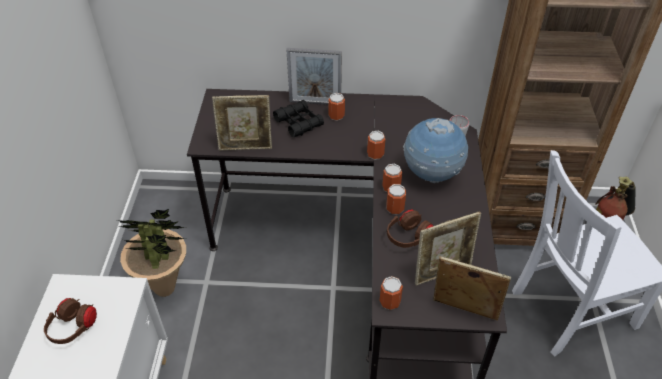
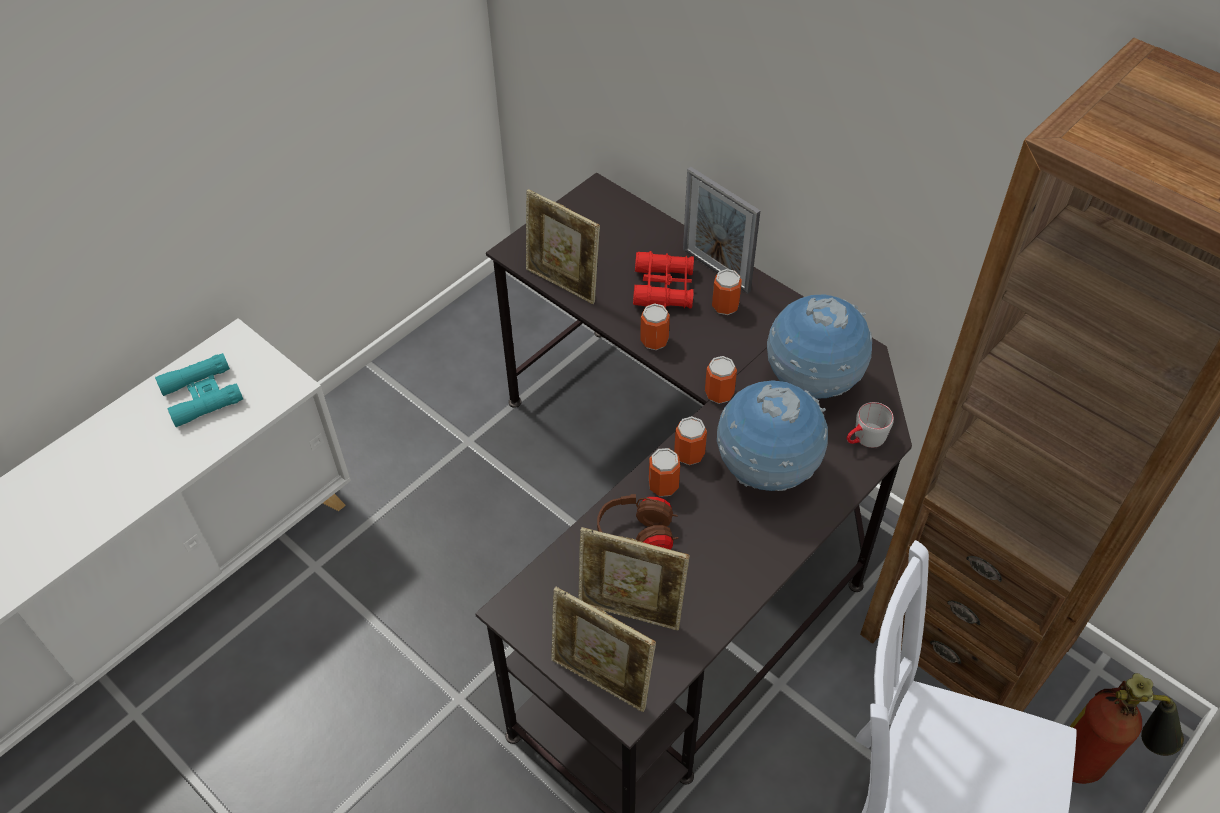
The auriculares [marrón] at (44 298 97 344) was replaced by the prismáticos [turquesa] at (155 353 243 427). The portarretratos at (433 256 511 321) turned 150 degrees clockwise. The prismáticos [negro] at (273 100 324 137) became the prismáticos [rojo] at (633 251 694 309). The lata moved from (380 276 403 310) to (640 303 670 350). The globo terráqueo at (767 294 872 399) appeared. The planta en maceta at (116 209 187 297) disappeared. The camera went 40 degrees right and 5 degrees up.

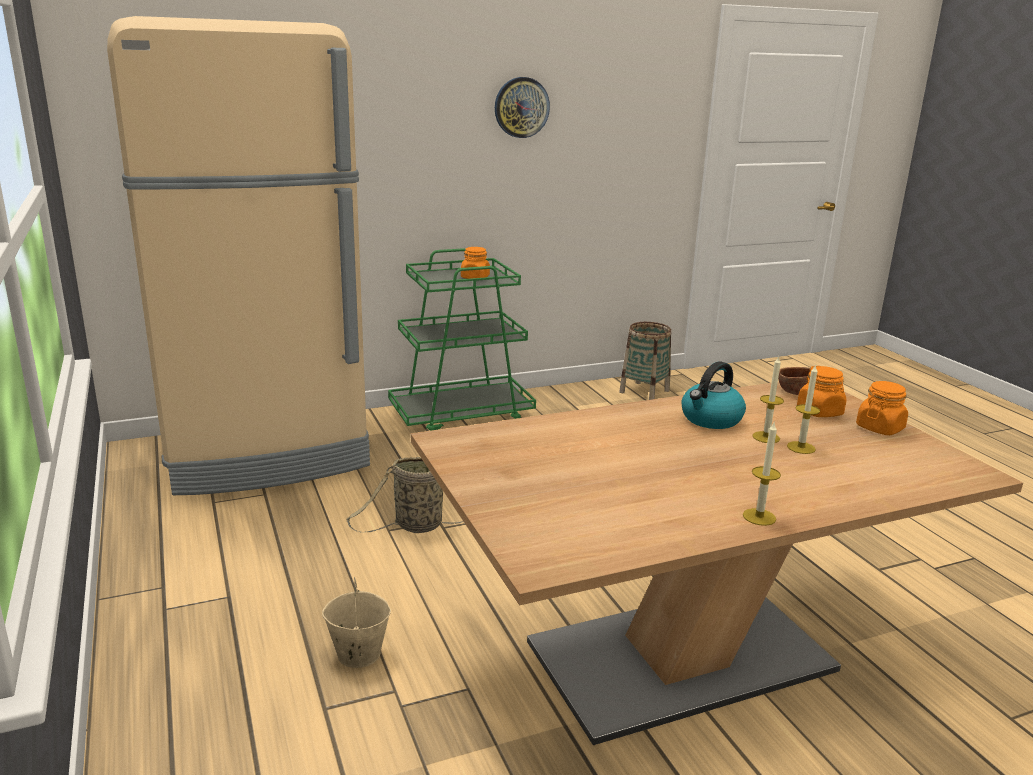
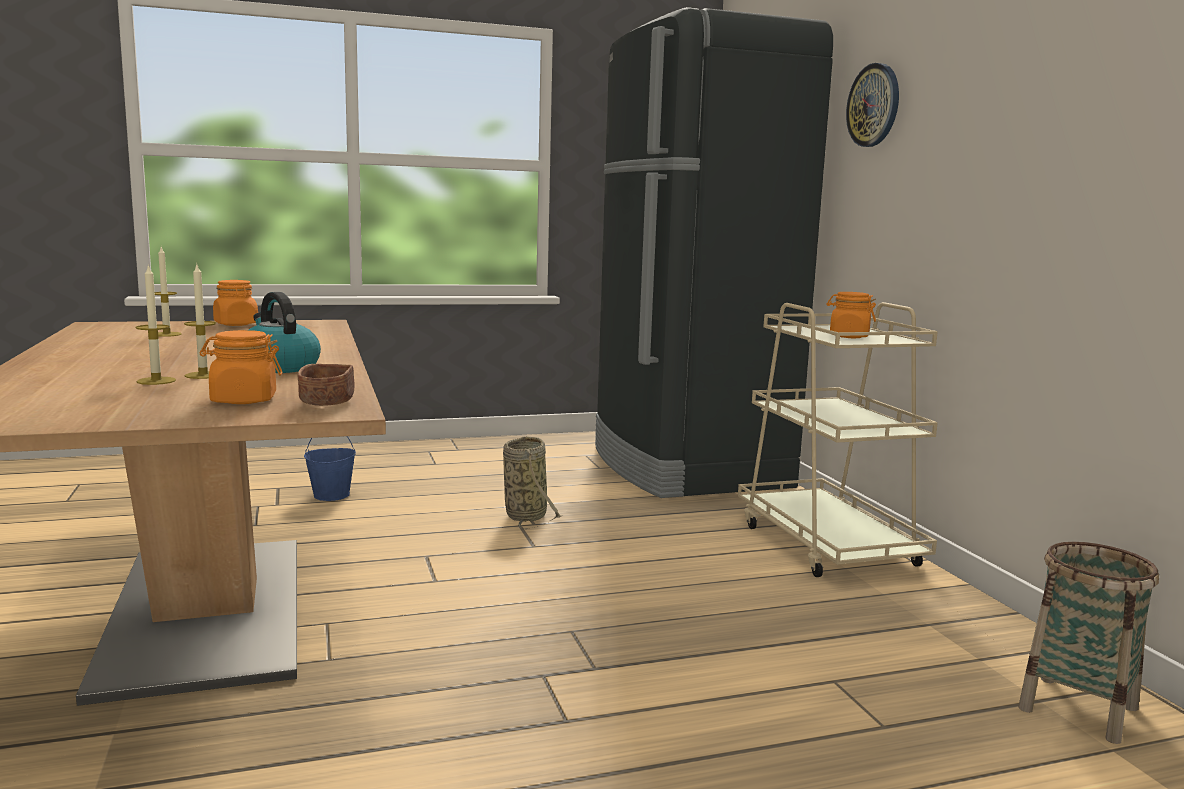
The vela moved from (743 423 781 526) to (155 247 182 337). The tarro [naranja] moved from (856 381 908 435) to (213 280 258 326). The cubo [beis] at (322 577 391 668) became the cubo [azul] at (304 437 356 501). The nevera [beis] at (107 16 370 495) became the nevera [negro] at (595 7 833 498). The carrito [verde] at (388 248 536 431) became the carrito [beis] at (738 302 938 577). The reloj de pared moved from (495 77 550 138) to (846 63 899 147). The camera went 95 degrees right and 10 degrees down.

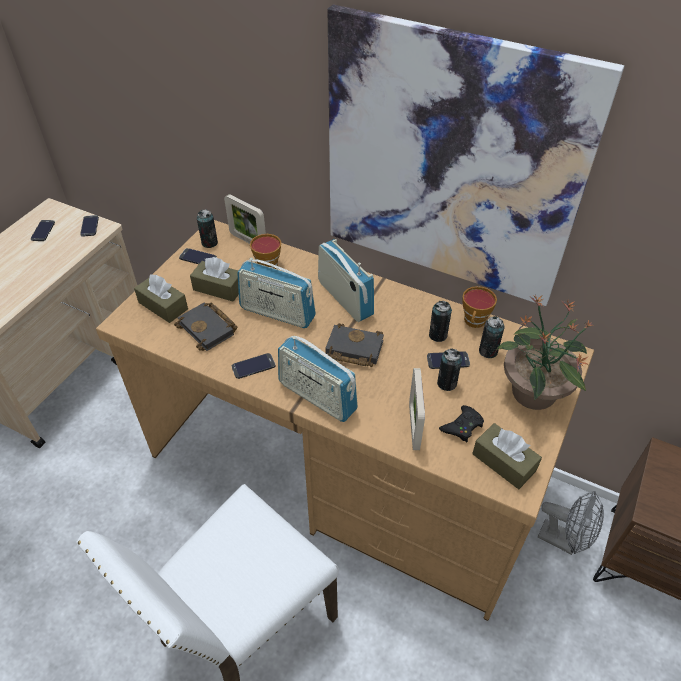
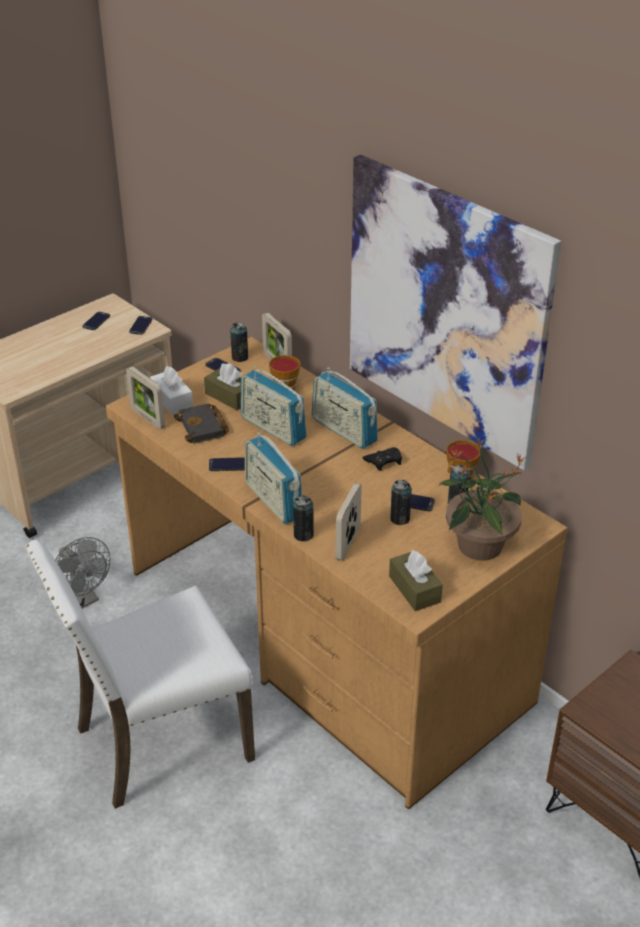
The ventilador [gris] moved from (538 491 604 555) to (55 537 110 608). The portarretratos at (126 366 165 429) appeared. The caja de pañuelos [marrón] at (134 275 188 323) became the caja de pañuelos [blanco] at (150 366 193 415). The lata moved from (429 301 452 342) to (293 495 314 542). The radio at (318 239 374 322) turned 150 degrees clockwise. The mando de consola [negro] moved from (439 405 484 442) to (363 447 402 471). The libro [negro] at (325 323 384 367) disappeared. The camera went 20 degrees right and 10 degrees down.

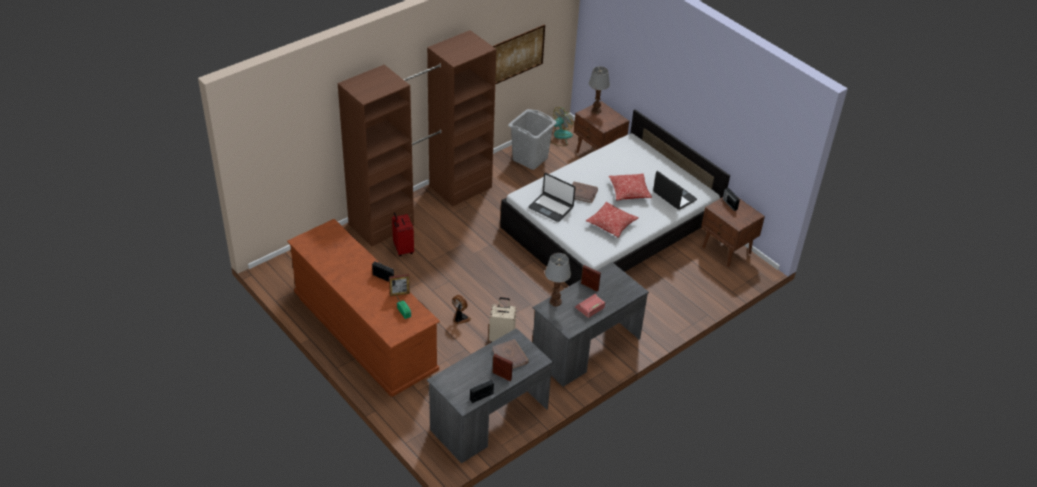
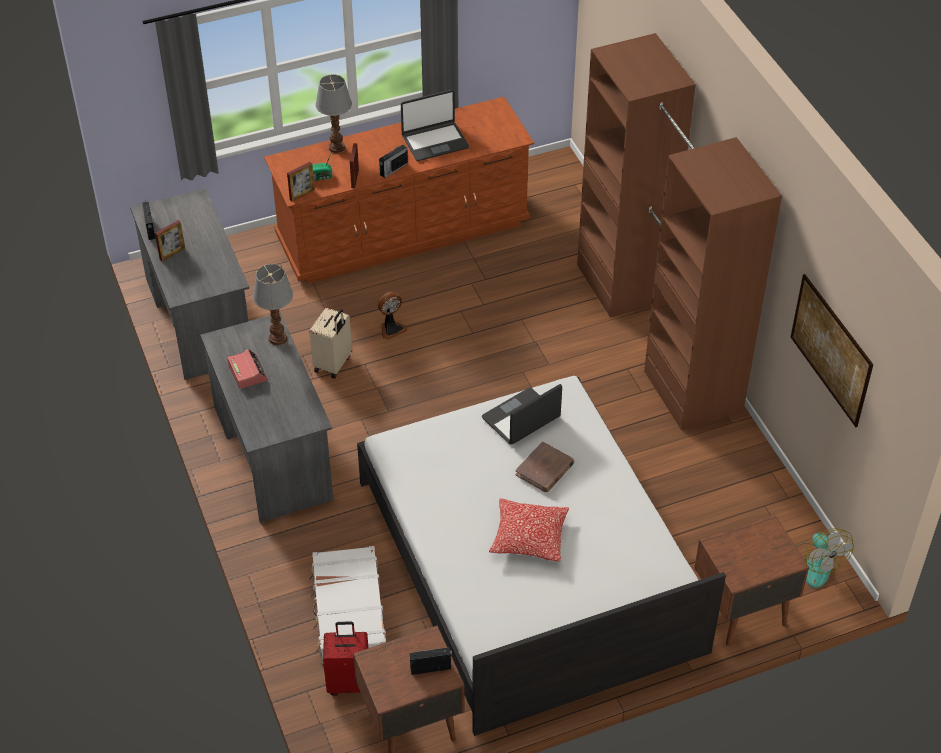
The portarretratos moved from (581 265 601 291) to (287 162 315 202). The maleta [blanco] at (309 546 386 666) appeared. The lámpara de mesa moved from (589 66 610 114) to (316 74 352 153). The maleta [rojo] moved from (392 213 414 257) to (323 621 368 696). The portátil moved from (653 171 697 210) to (401 90 469 161). The libro [marrón] at (492 339 529 369) disappeared. The cesto de la ropa [gris] at (508 109 557 170) disappeared. The cojín at (586 202 639 237) disappeared. The camera went 110 degrees right and 5 degrees up.

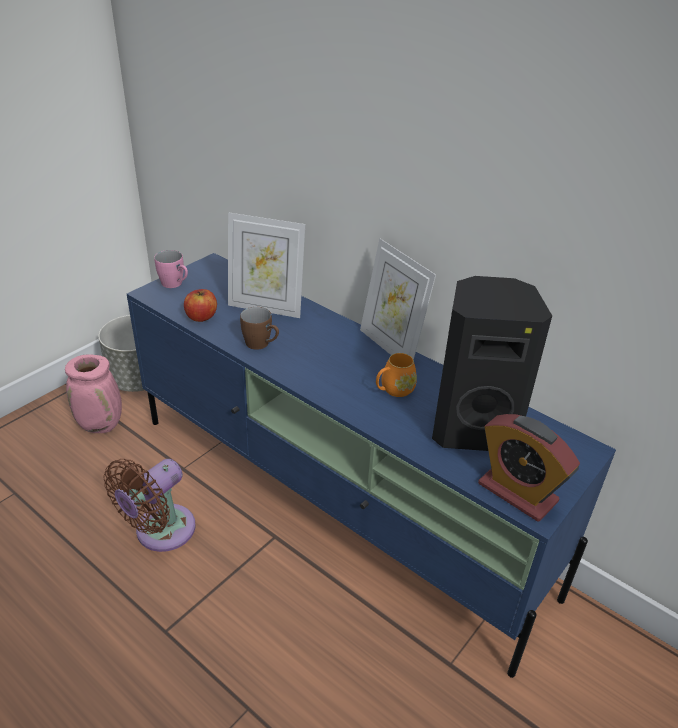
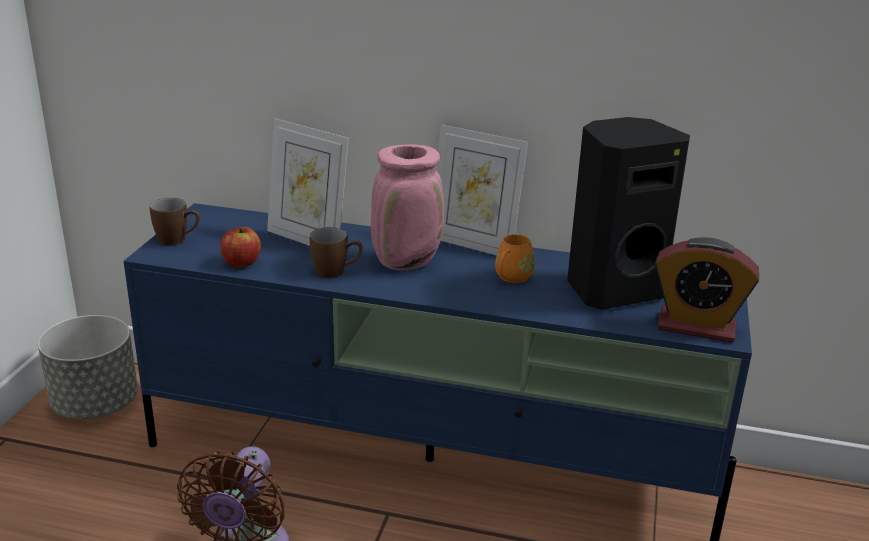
The taza grande [rosa] at (154 250 188 288) became the taza grande [marrón] at (150 198 200 245). The portarretratos at (228 212 305 318) turned 45 degrees clockwise. The florero [rosa] moved from (65 354 122 433) to (371 144 444 270). The camera went 25 degrees left and 10 degrees down.

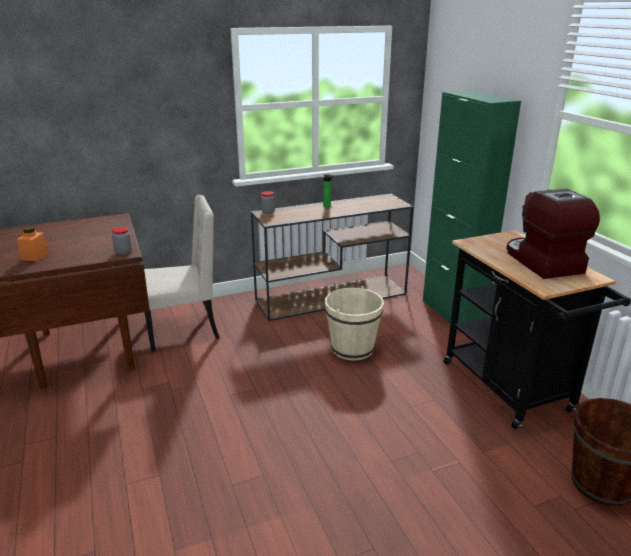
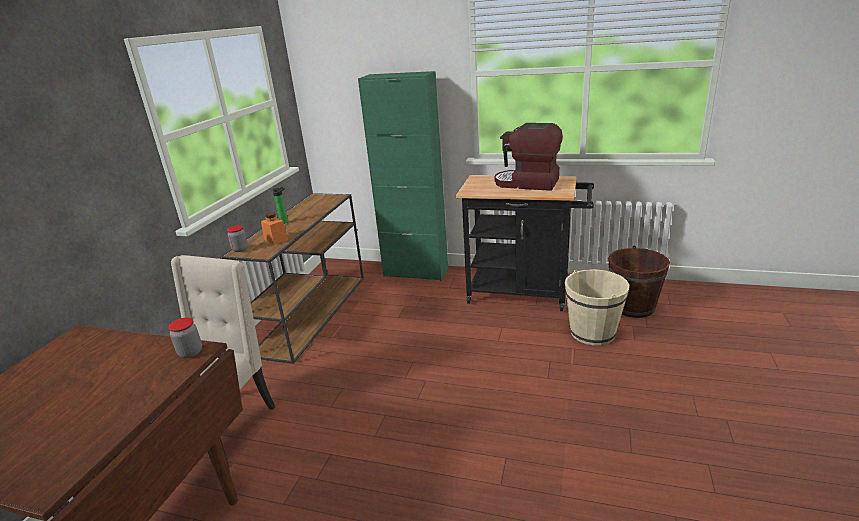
The tarro [naranja] moved from (17 226 49 261) to (261 212 288 245). The cubo [beis] moved from (325 286 384 360) to (565 269 629 345). The camera went 50 degrees left and 0 degrees up.

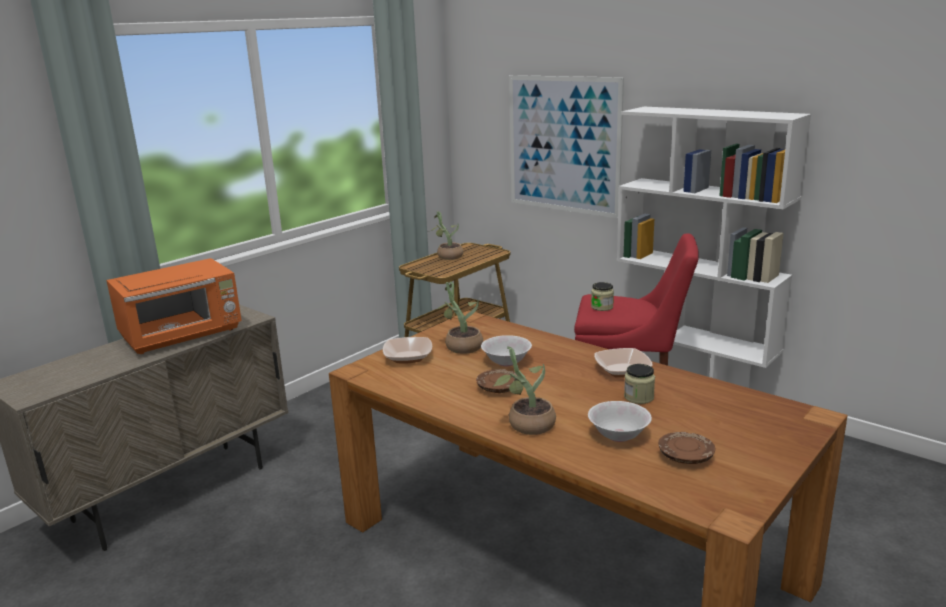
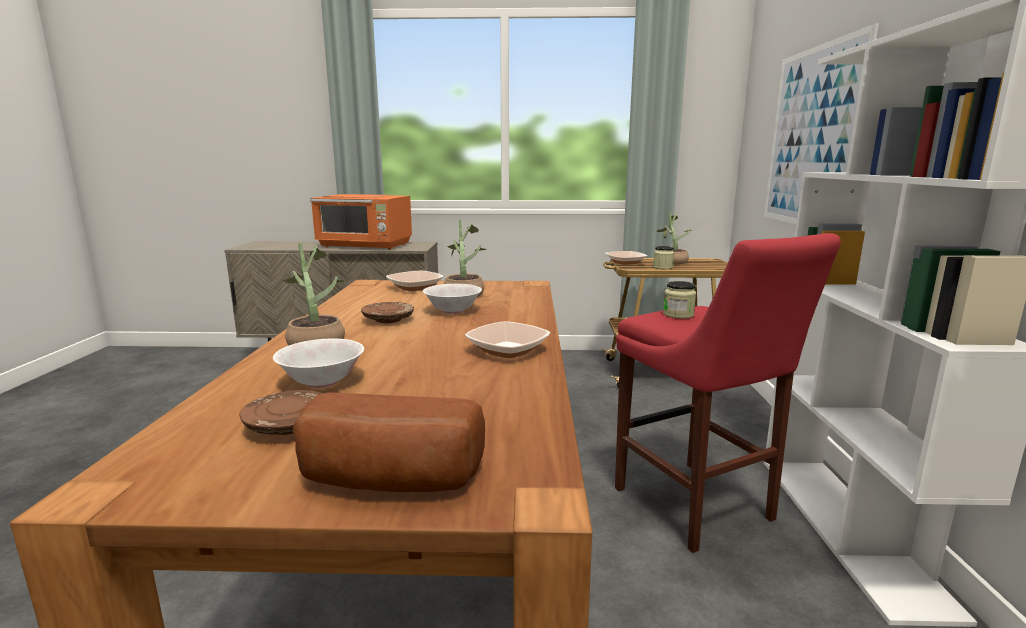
The pan at (293 392 485 492) appeared. The cuenco at (606 251 647 265) appeared. The tarro moved from (624 364 655 404) to (653 246 674 269). The camera went 50 degrees right and 5 degrees down.

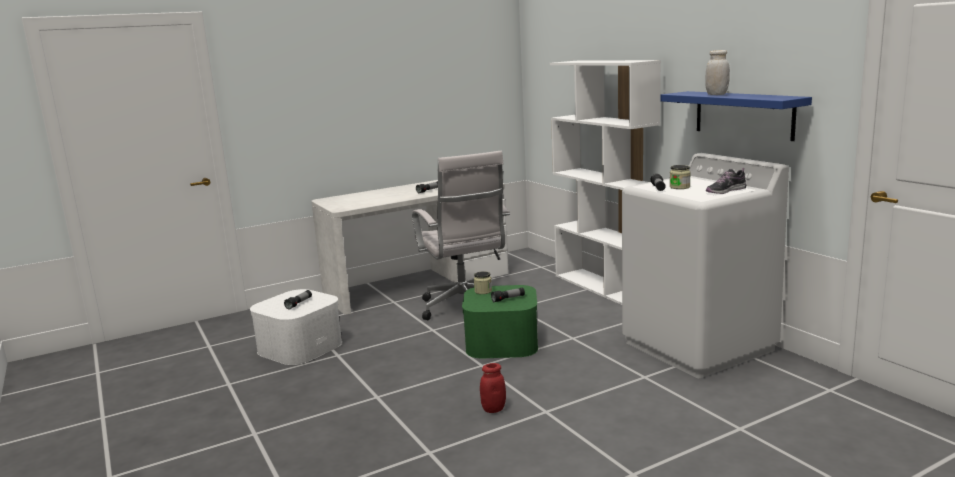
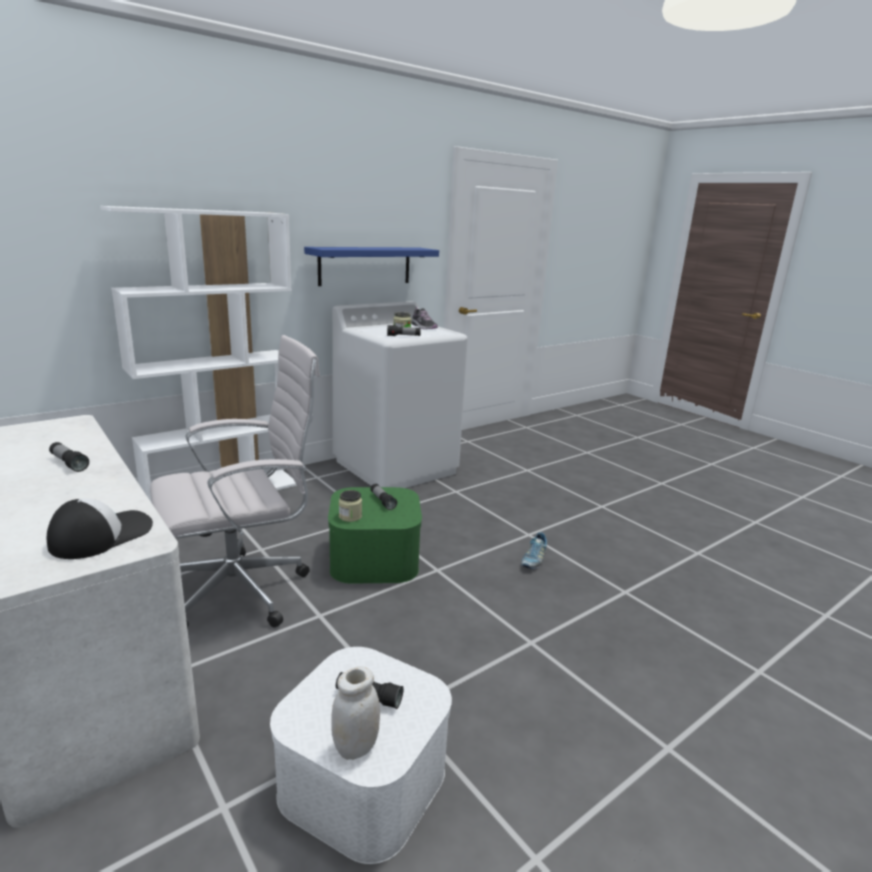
The gorra at (47 498 153 559) appeared. The tarro [blanco] moved from (706 50 730 95) to (331 666 380 760). The tarro [rojo] at (480 363 506 413) was replaced by the zapato at (521 532 547 569). The camera went 100 degrees left and 5 degrees up.

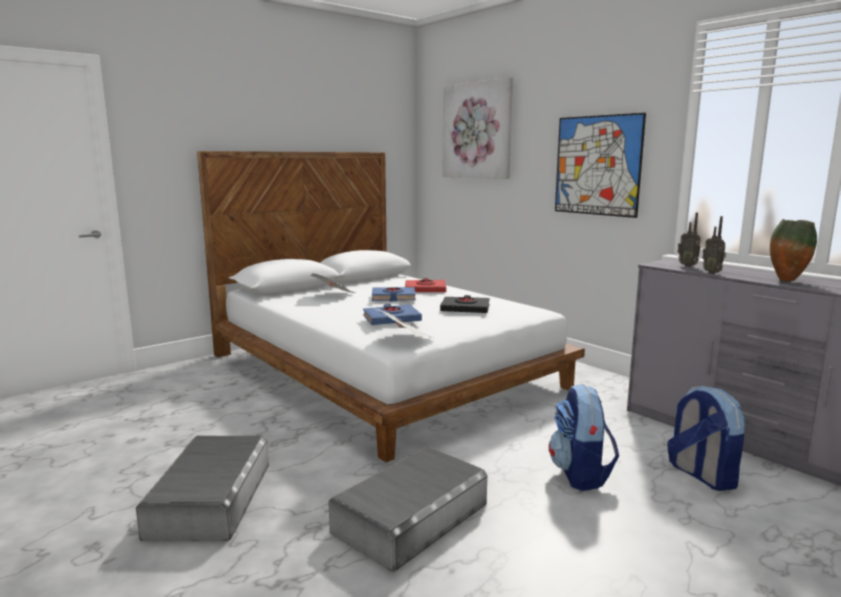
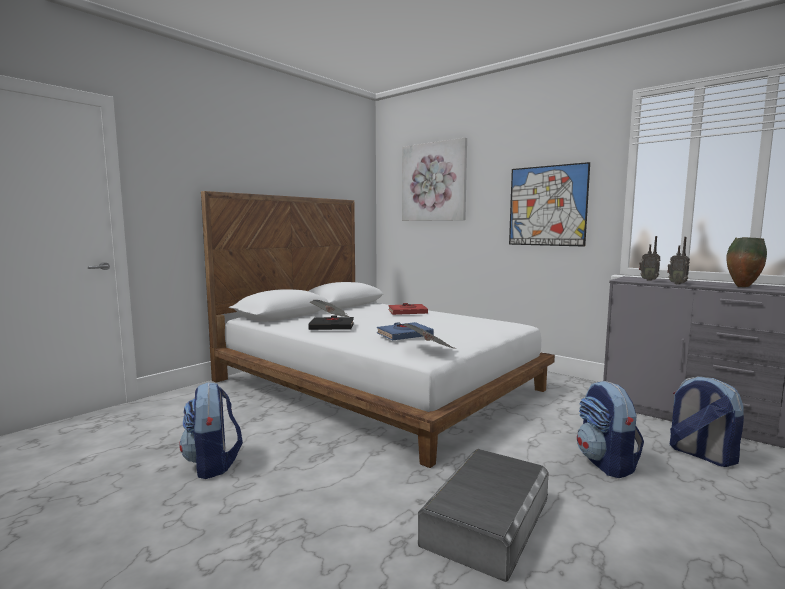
The mochila at (179 382 243 479) appeared. The libro [negro] moved from (440 295 490 313) to (308 315 354 330). The caja de almacenaje [gris] at (136 436 269 541) disappeared. The libro [azul] at (372 287 416 302) disappeared. The camera went 10 degrees left and 5 degrees down.

